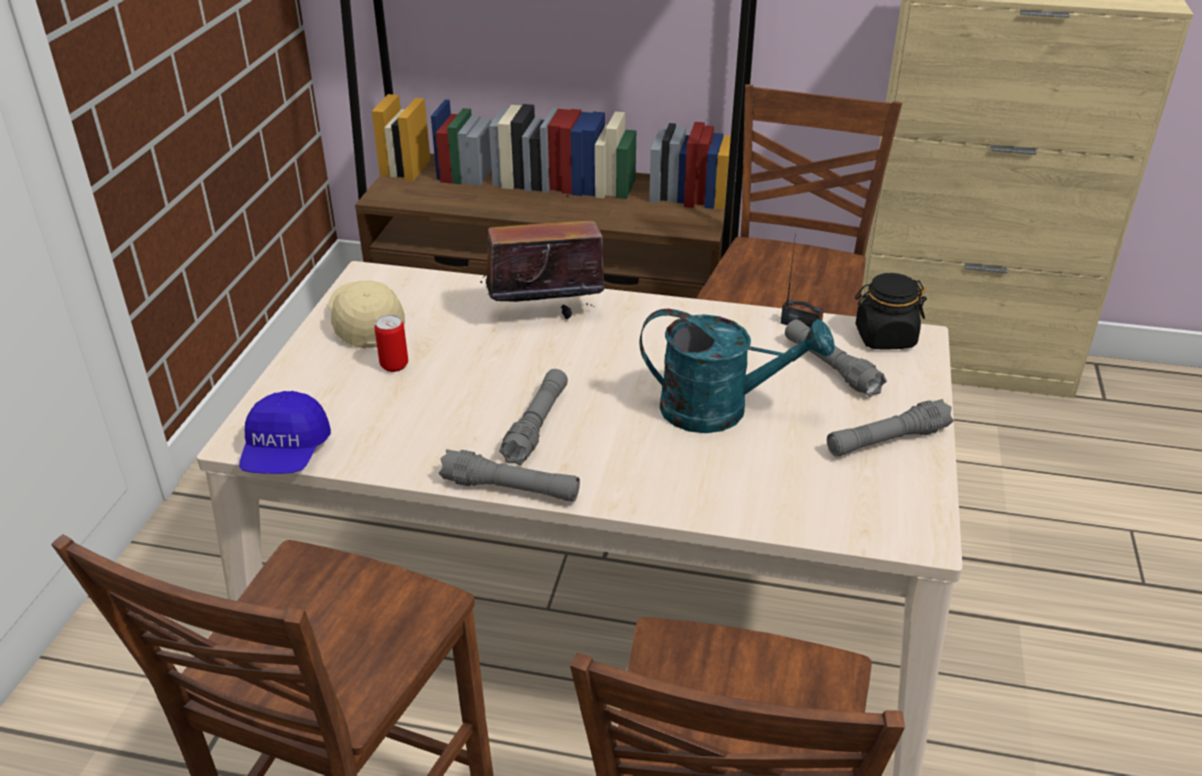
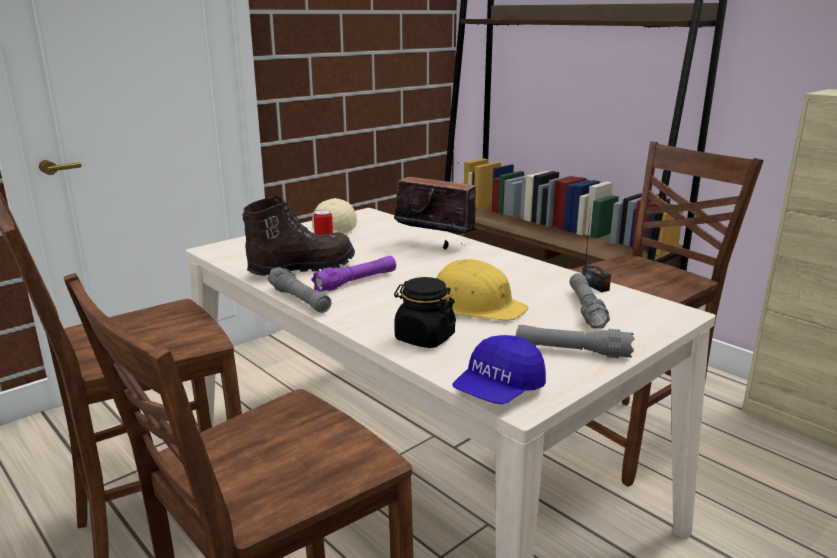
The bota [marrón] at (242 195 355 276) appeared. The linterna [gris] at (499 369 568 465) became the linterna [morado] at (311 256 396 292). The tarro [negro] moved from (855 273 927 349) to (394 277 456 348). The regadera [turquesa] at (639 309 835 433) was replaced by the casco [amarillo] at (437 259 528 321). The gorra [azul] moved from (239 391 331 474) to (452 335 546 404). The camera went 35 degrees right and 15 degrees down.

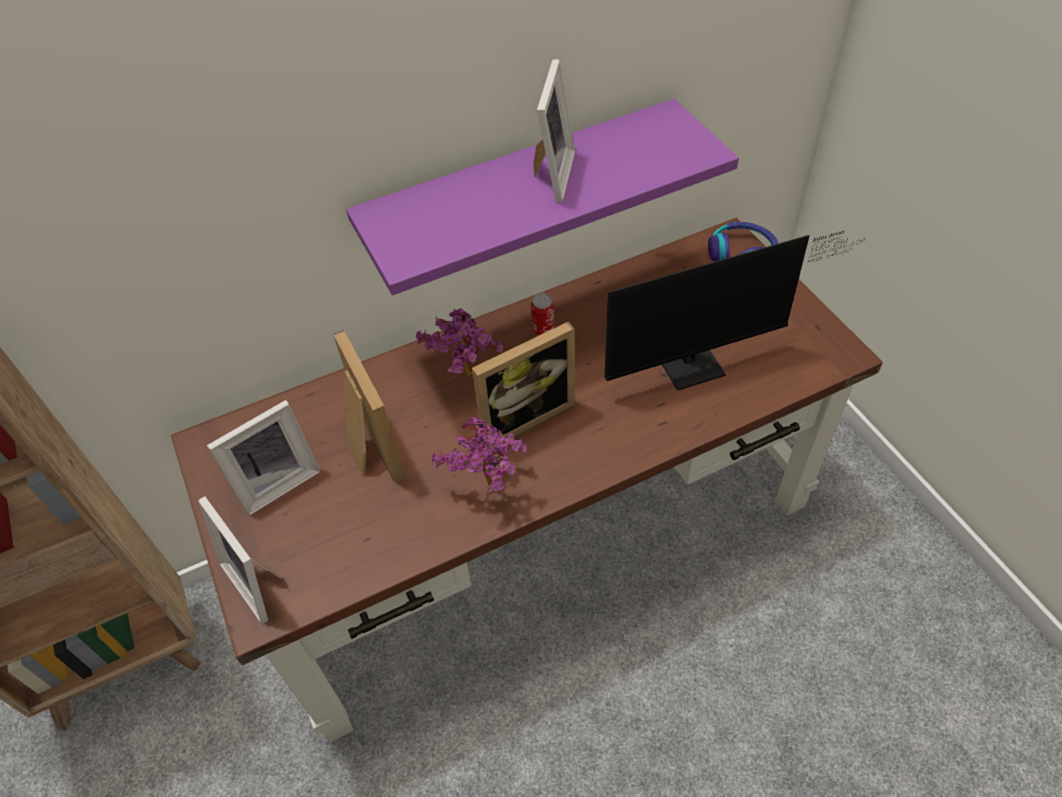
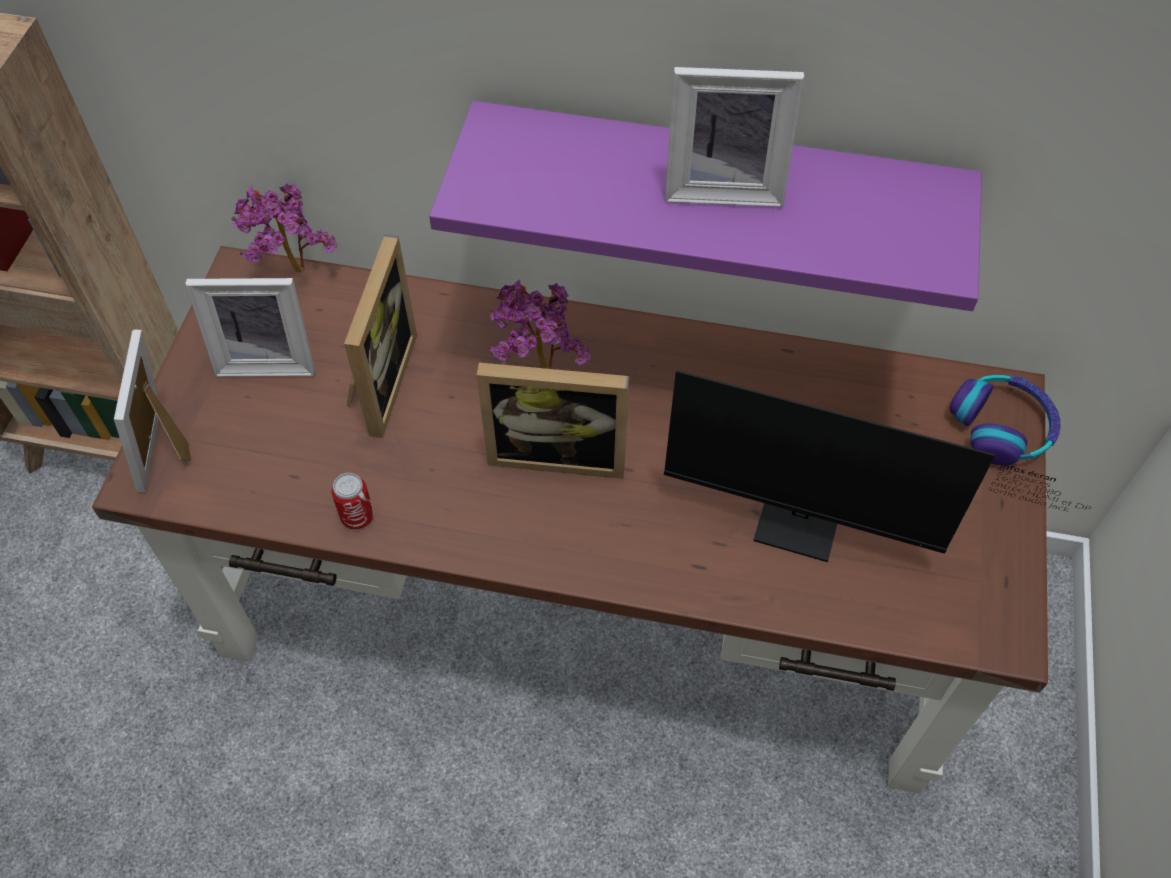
The planta en maceta moved from (432 416 527 491) to (231 183 337 273). The lata moved from (531 293 555 335) to (332 473 374 529). The portarretratos at (533 59 575 203) turned 45 degrees clockwise. The camera went 35 degrees right and 5 degrees up.

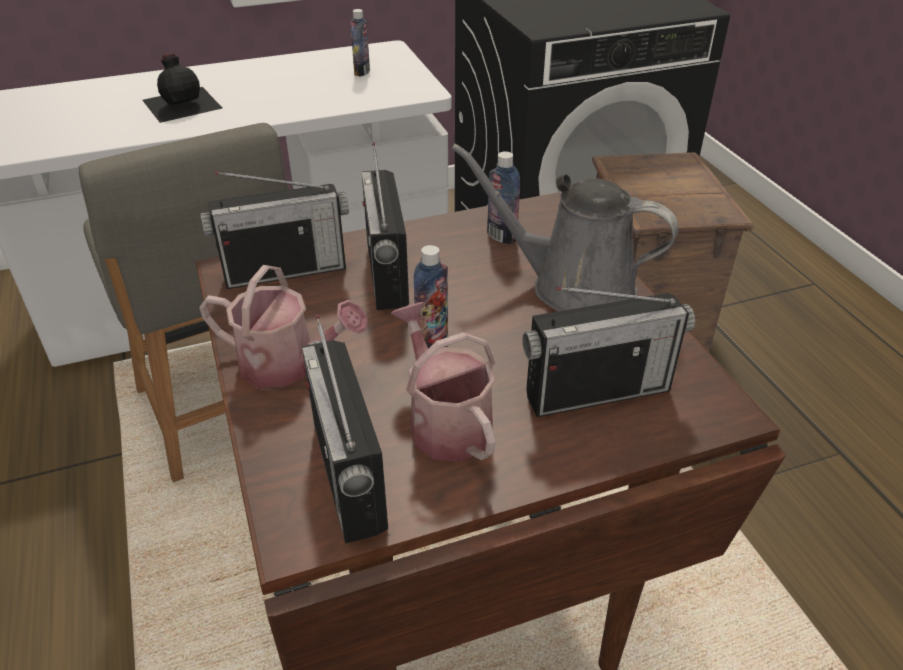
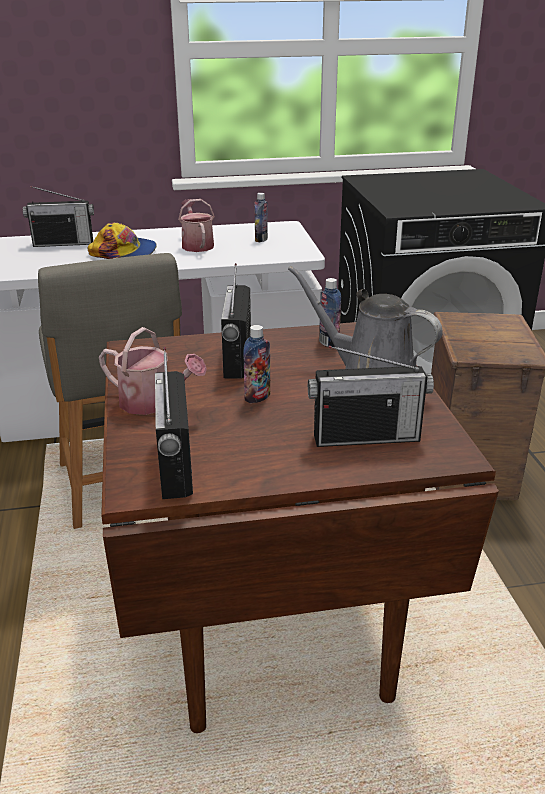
The radio moved from (200 171 349 289) to (23 186 94 247). The botella [negro] at (142 53 222 123) was replaced by the gorra at (88 222 157 259). The regadera moved from (391 302 496 462) to (178 199 215 252). The camera went 10 degrees right and 10 degrees down.

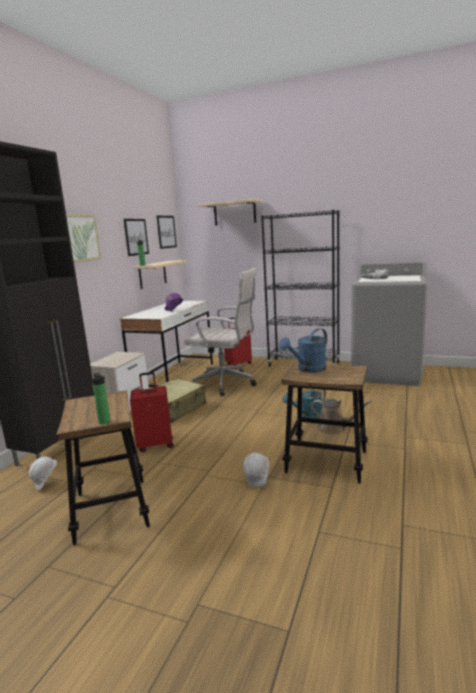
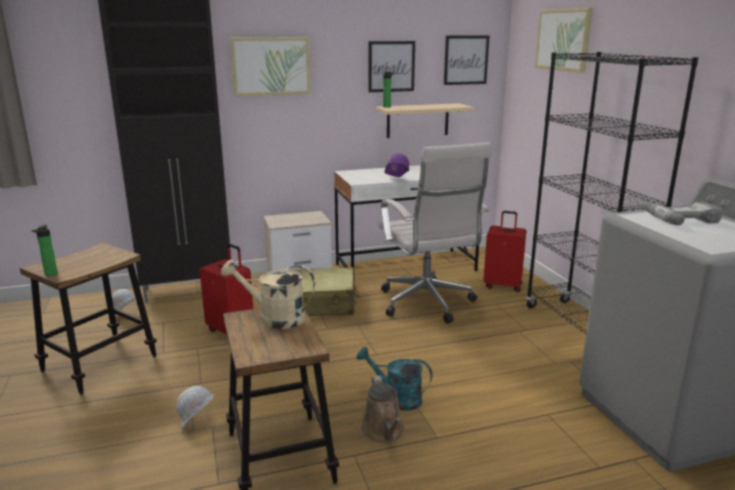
The regadera [azul] at (279 328 327 373) became the regadera [beis] at (221 259 315 329). The estante [beis] at (197 199 263 226) was replaced by the cuadro at (535 8 593 73). The camera went 50 degrees right and 5 degrees up.

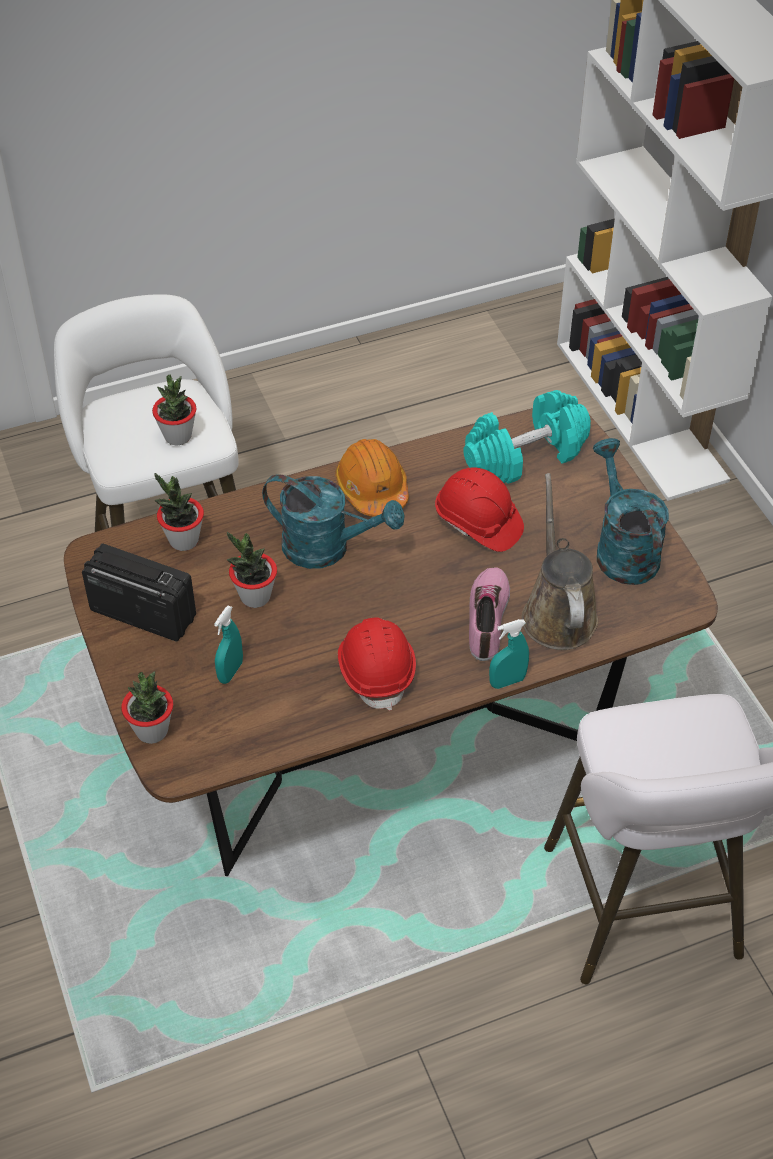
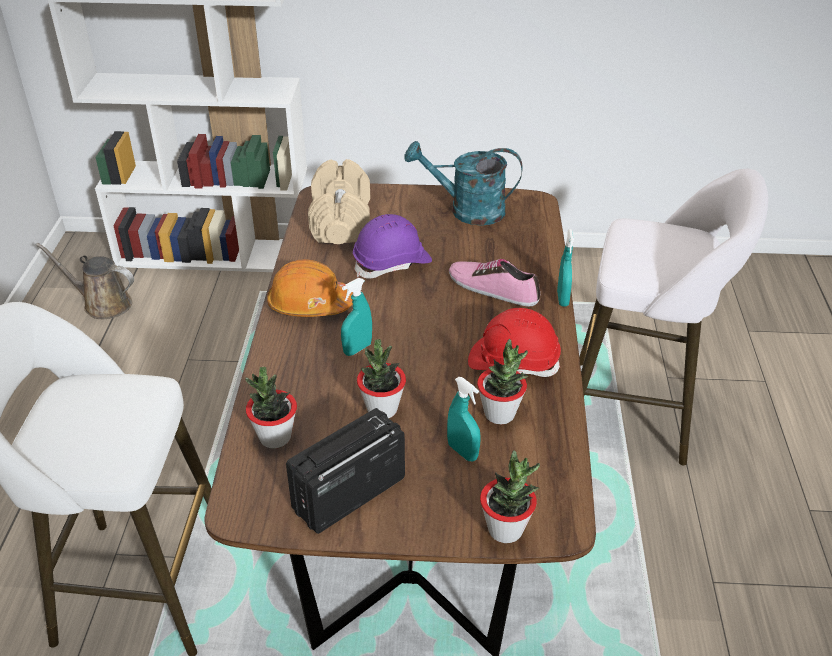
The regadera [marrón] moved from (521 473 598 650) to (36 243 134 319). The mancuerna [turquesa] at (463 390 591 484) became the mancuerna [beis] at (308 159 370 244). The regadera [turquesa] at (262 474 405 569) was replaced by the pulverizador [turquesa] at (341 278 372 356). The casco [rojo] at (435 467 524 552) became the casco [morado] at (353 214 432 279). The planta en maceta moved from (152 374 196 445) to (477 339 528 424). The camera went 65 degrees left and 10 degrees down.

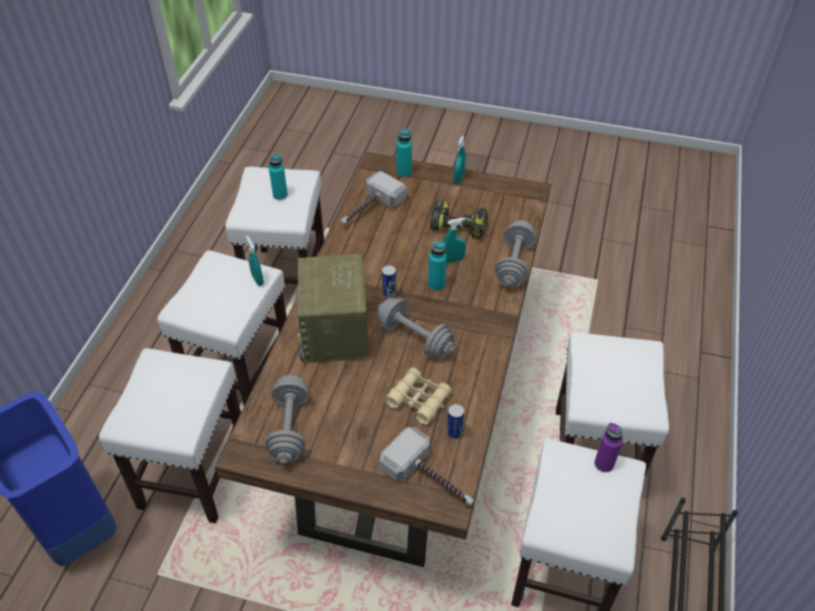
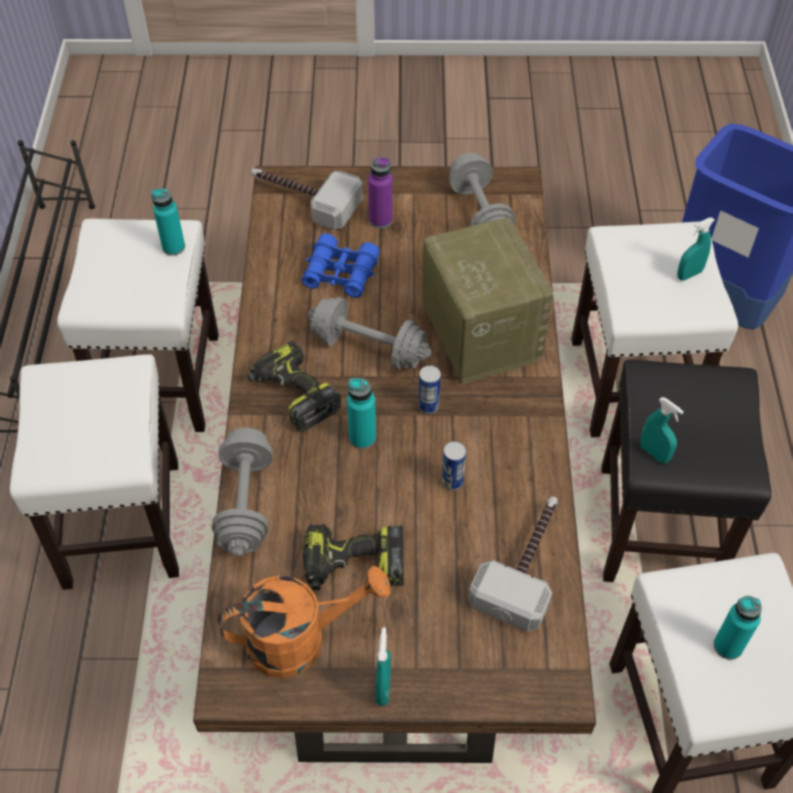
The botella [turquesa] moved from (396 129 412 177) to (151 188 185 256). The regadera [naranja] at (217 566 390 678) appeared. The taladro at (247 340 341 432) appeared. The prismáticos [beis] at (385 368 452 424) became the prismáticos [azul] at (301 233 380 298). The botella [morado] moved from (594 423 623 472) to (368 157 393 228). The lata moved from (447 404 464 439) to (442 441 466 490). The taburete [blanco] at (157 250 287 406) became the taburete [negro] at (601 360 771 582). The pulverizador [turquesa] moved from (443 218 466 263) to (677 217 715 280). The camera went 165 degrees right and 5 degrees up.

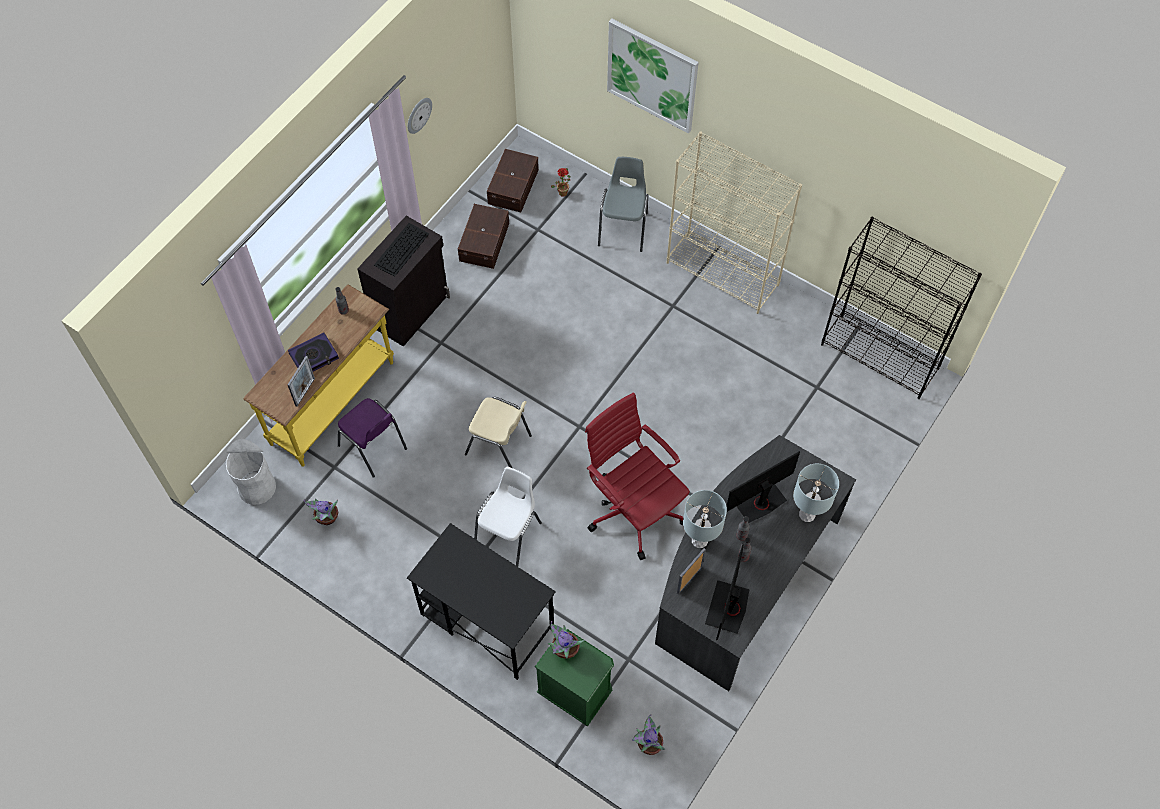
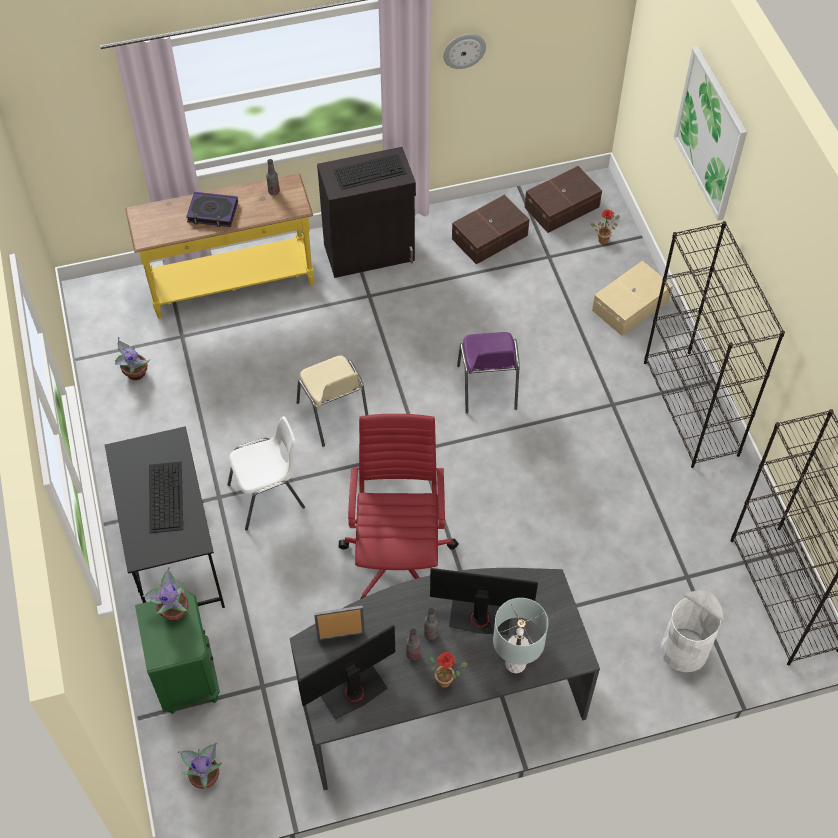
The teclado at (149 462 183 533) appeared. The planta en maceta at (429 652 468 688) appeared. The silla [morado] moved from (338 398 407 478) to (457 332 520 414). The silla [gris] at (598 157 648 252) was replaced by the caja de almacenaje [beis] at (592 261 673 336). The estantería [beis] at (667 131 802 314) became the estantería [negro] at (644 221 785 468). The papelera [blanco] moved from (226 439 276 505) to (661 590 724 672). The portarretratos at (288 356 315 407) disappeared. The lámpara de mesa [gris] at (683 490 727 548) disappeared. The camera went 40 degrees right and 5 degrees down.

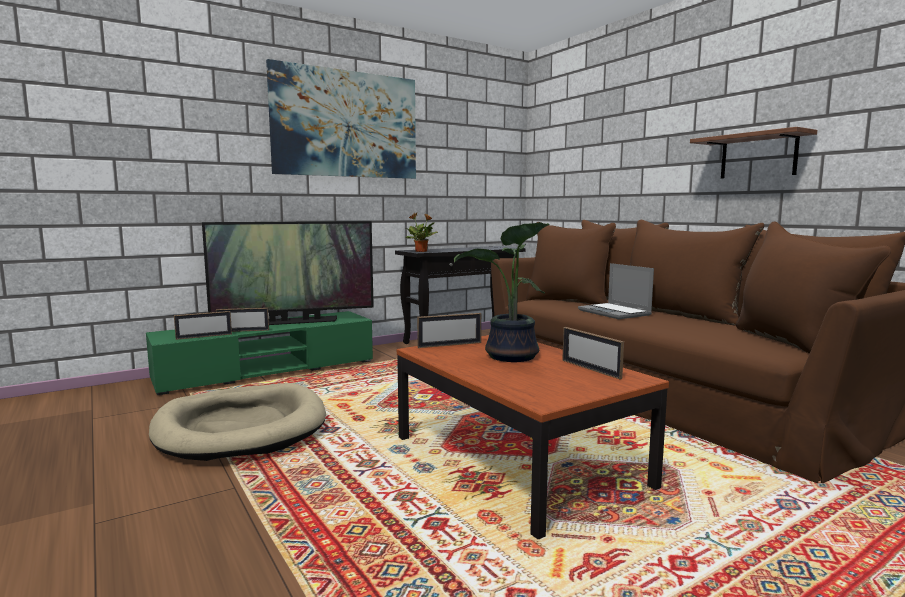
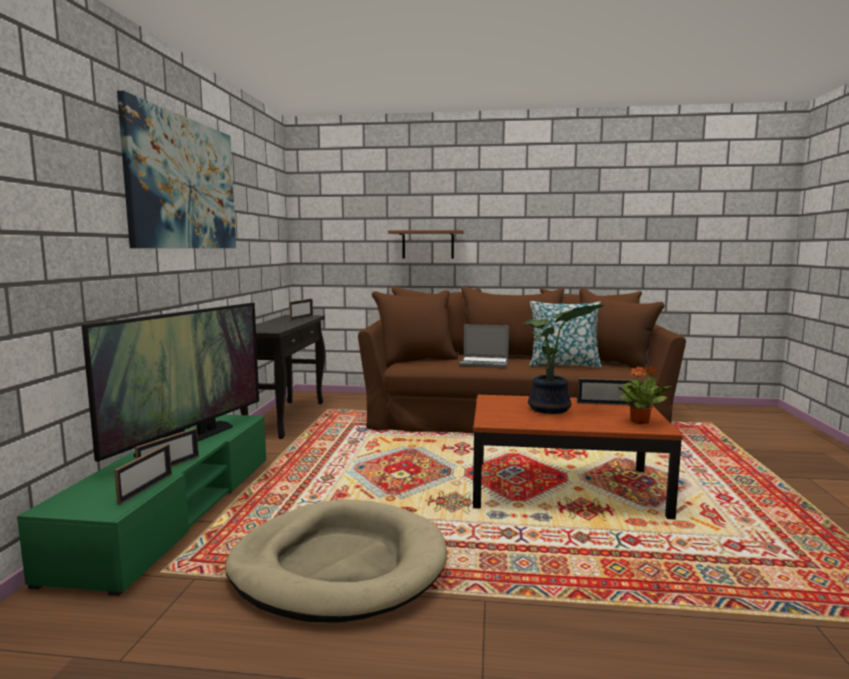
The portarretratos moved from (417 313 481 348) to (289 299 313 320). The estante moved from (690 127 817 179) to (388 230 464 259). The cojín at (529 301 602 368) appeared. The planta en maceta moved from (404 213 438 252) to (616 366 671 424). The camera went 50 degrees left and 0 degrees up.

